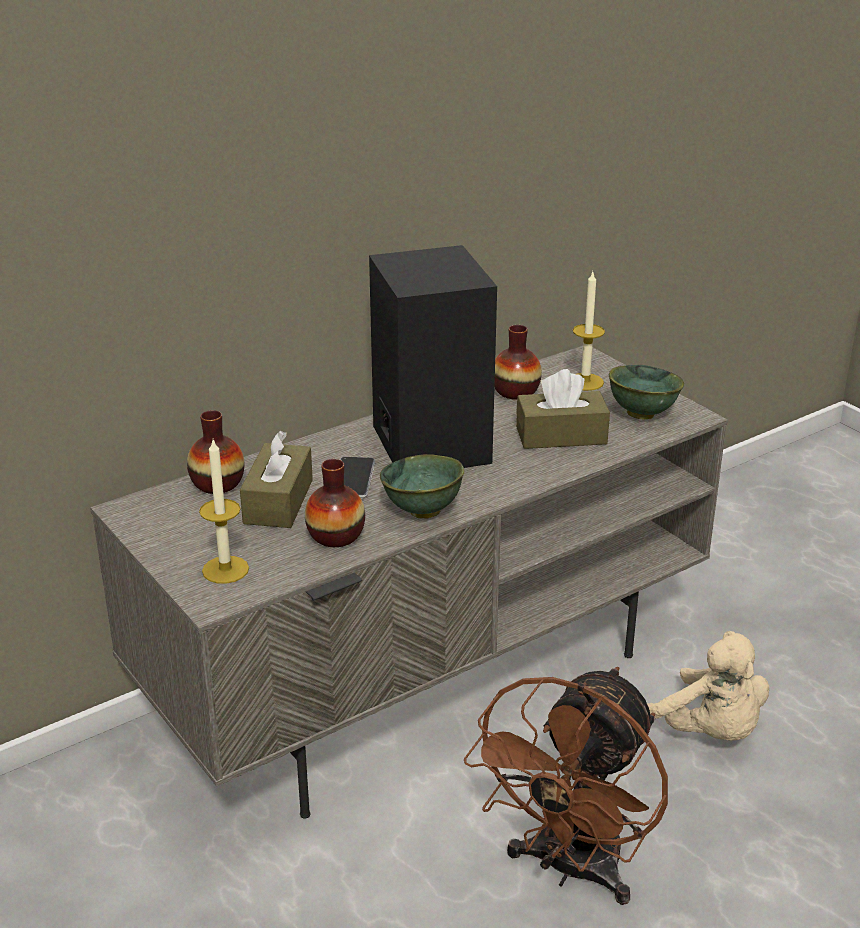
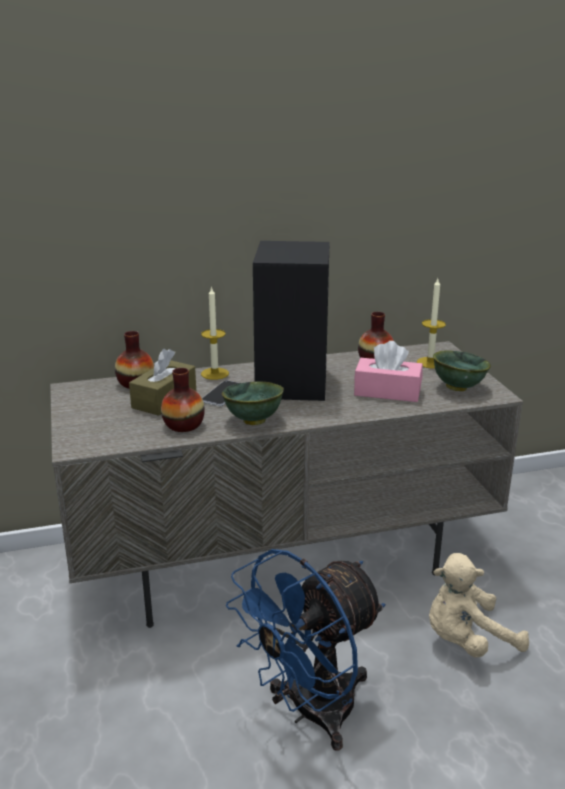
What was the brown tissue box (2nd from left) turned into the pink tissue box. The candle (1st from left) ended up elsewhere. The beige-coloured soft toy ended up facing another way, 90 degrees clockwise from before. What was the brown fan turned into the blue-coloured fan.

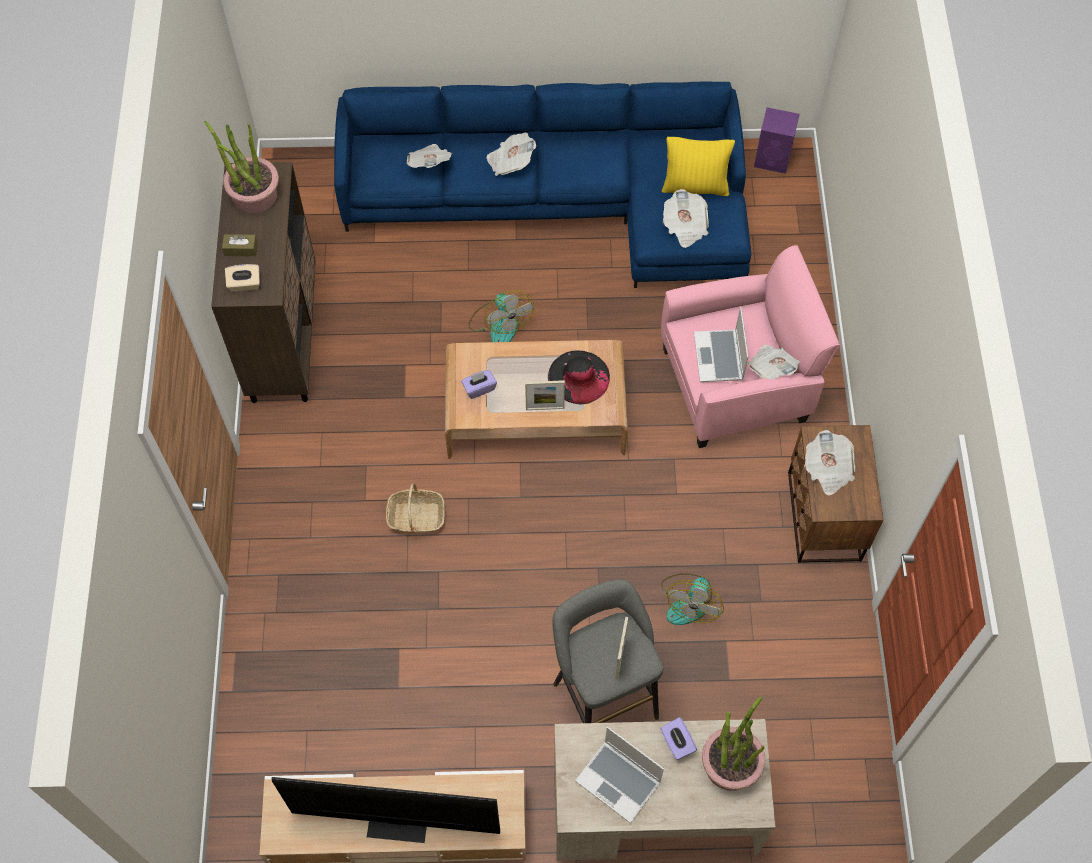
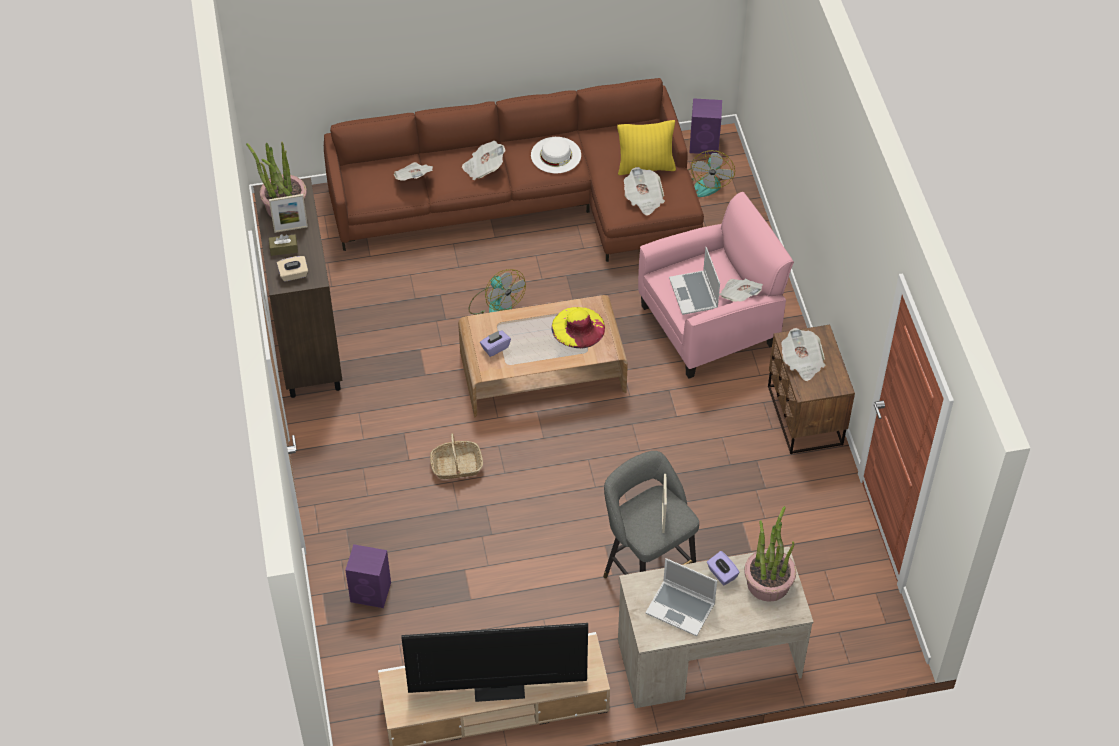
What was the blue-coloured sofa turned into the brown sofa. What was the blackish hat turned into the yellowish hat. The picture frame (1st from left) ended up elsewhere. The fan (2nd from left) ended up elsewhere. The second view gained the white hat. The second view gained the purple-coloured audio speaker (1st from left).

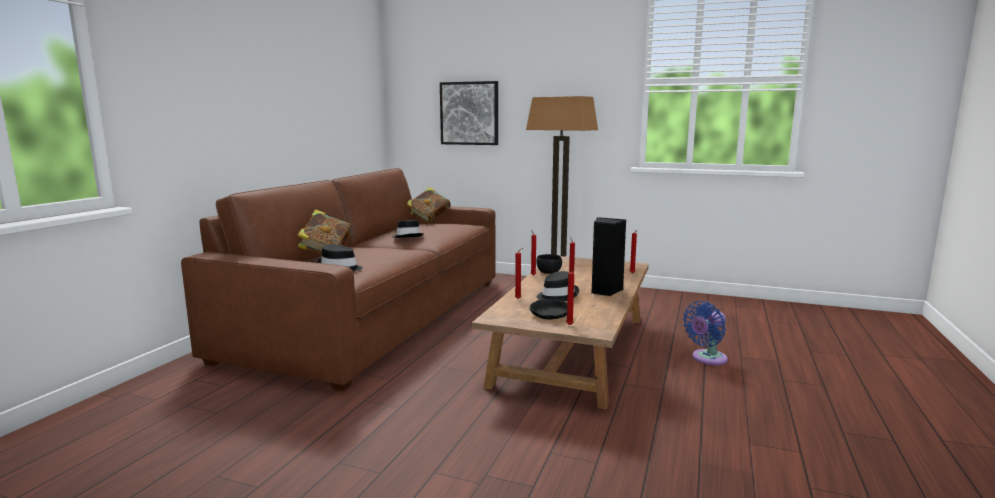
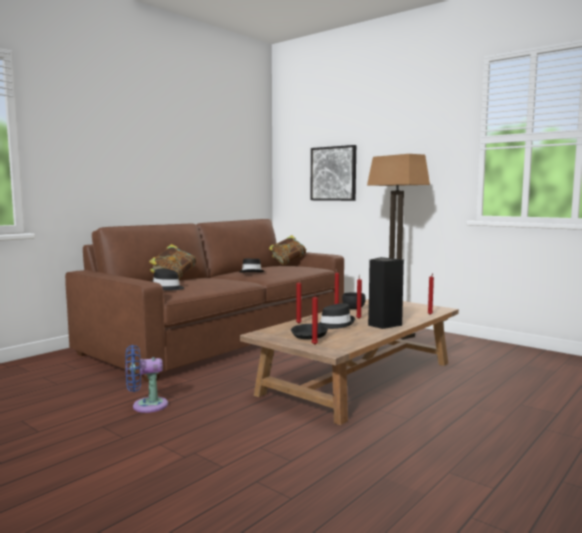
The blue-coloured fan ended up elsewhere.

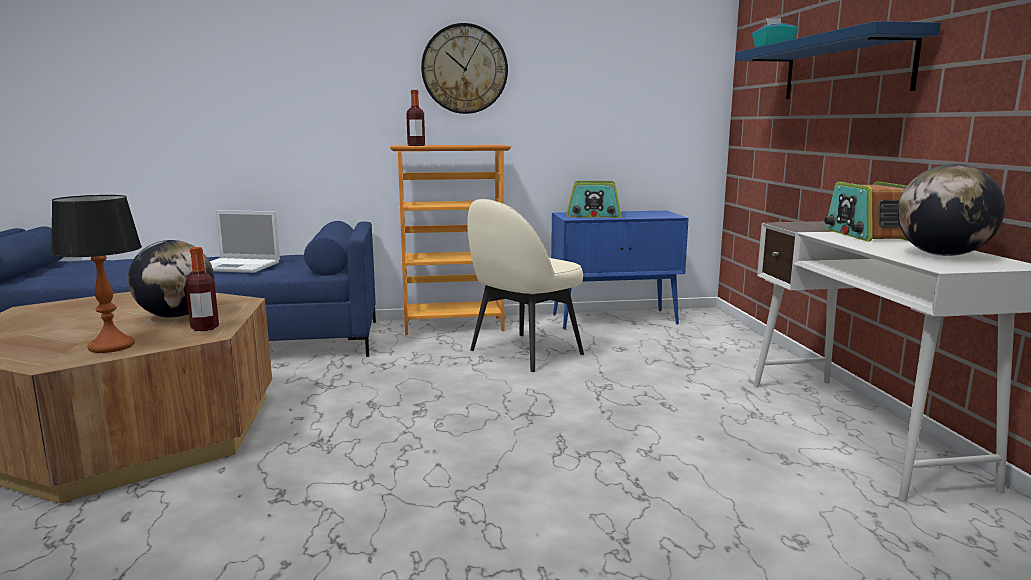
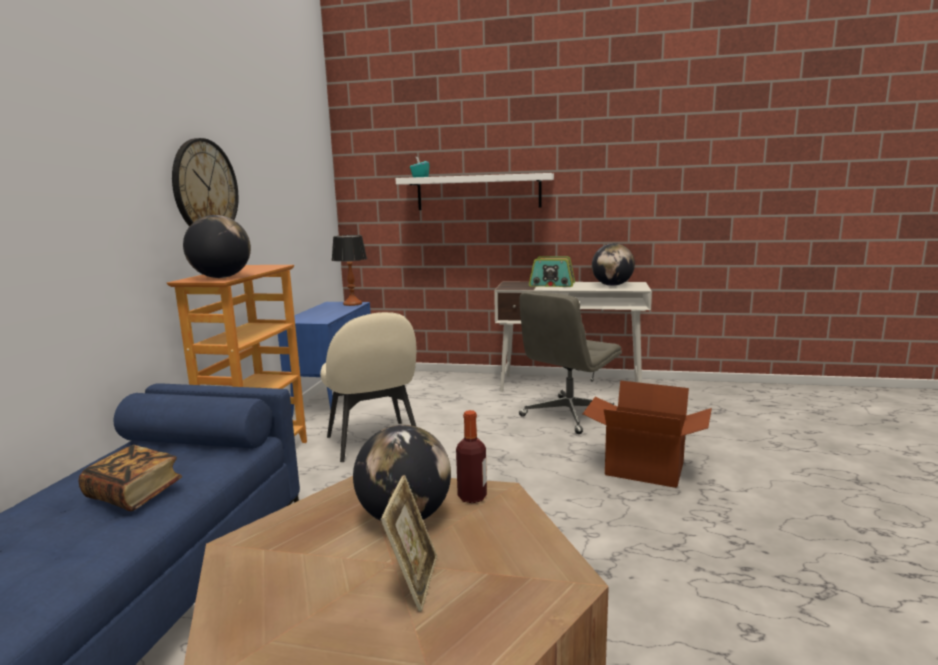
What was the blue-coloured wall shelf turned into the white wall shelf. Where the drink bottle (2nd from left) stood, the globe (1st from left) came to stand. The second view lost the radio receiver (1st from left). The lamp for a table ended up elsewhere. Where the notebook computer stood, the volume came to stand. The second view gained the grey computer chair. The second view gained the packing box. The second view gained the picture frame.

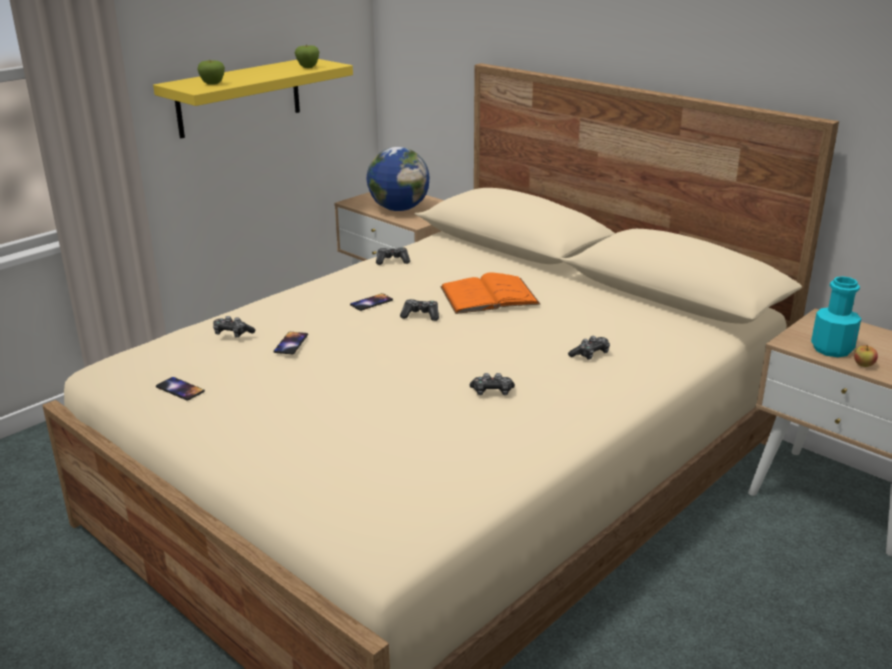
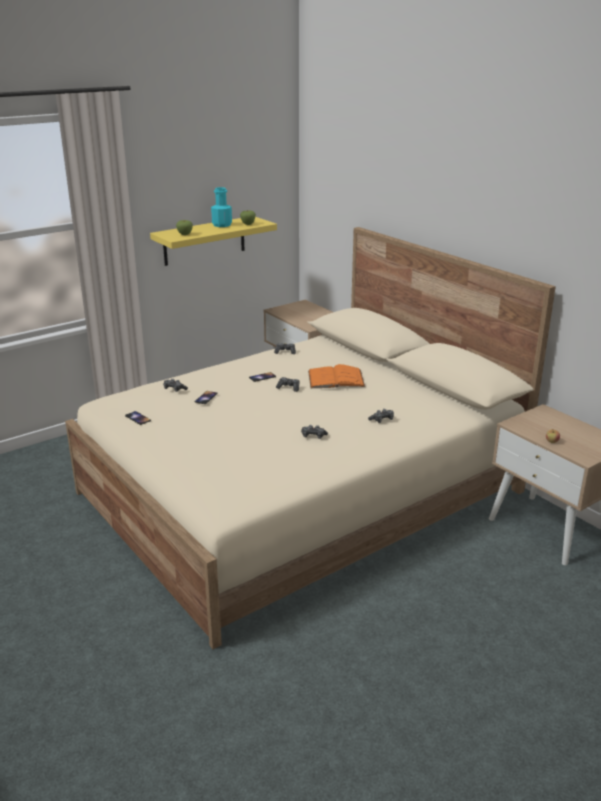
The second view lost the globe. The blue-green drink bottle ended up elsewhere.

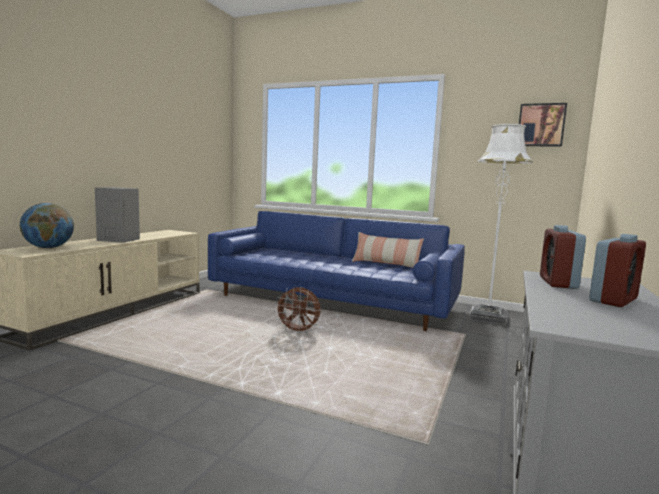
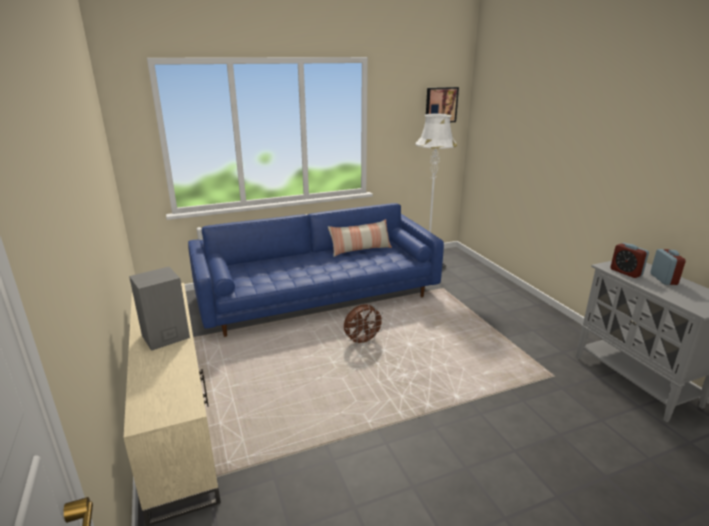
The second view lost the globe.

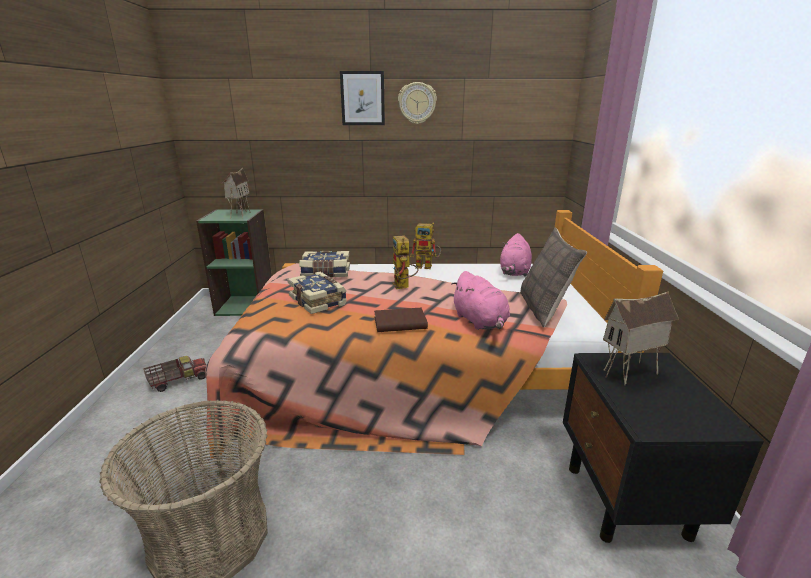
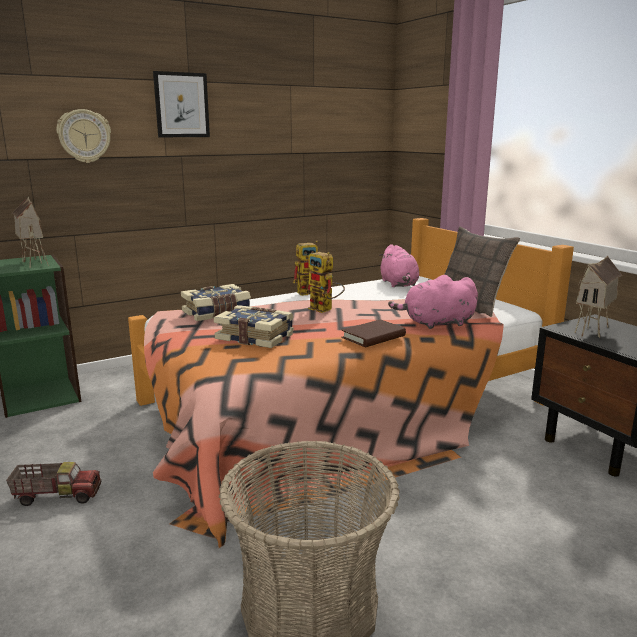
The hanging clock ended up elsewhere. The pink soft toy (1st from left in the first image) ended up facing another way, 135 degrees clockwise from before. The model truck ended up facing another way, 60 degrees clockwise from before.

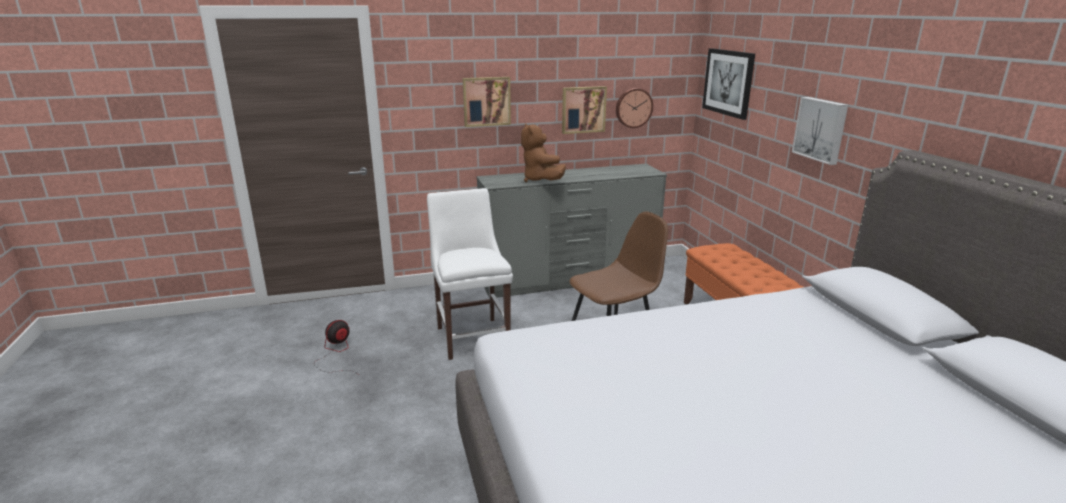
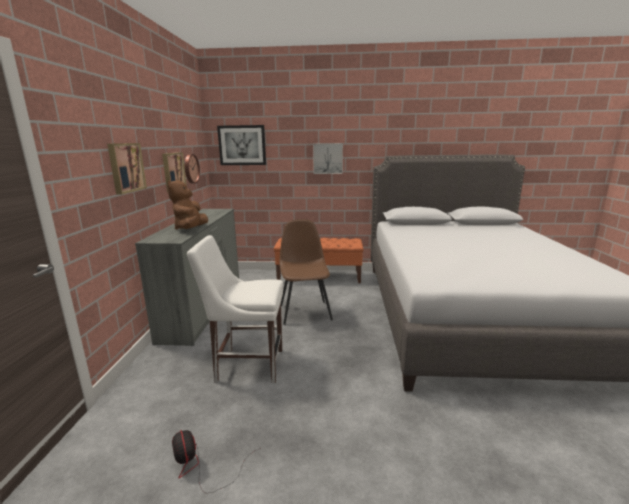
The brown soft toy ended up facing another way, 90 degrees clockwise from before.

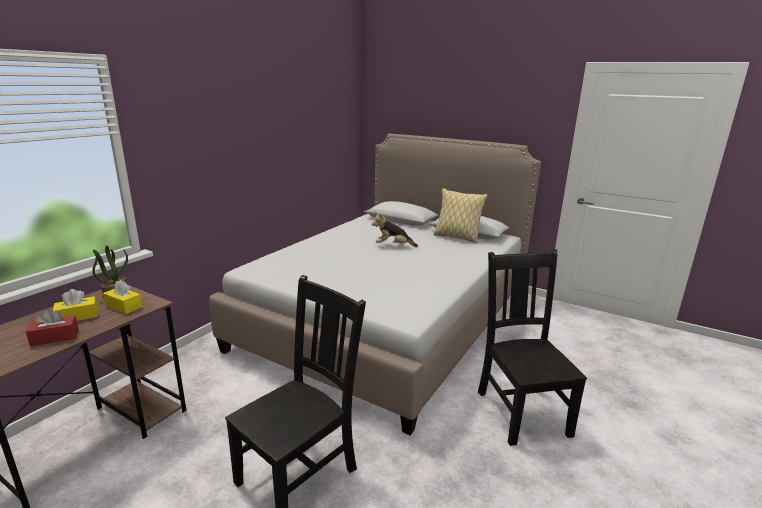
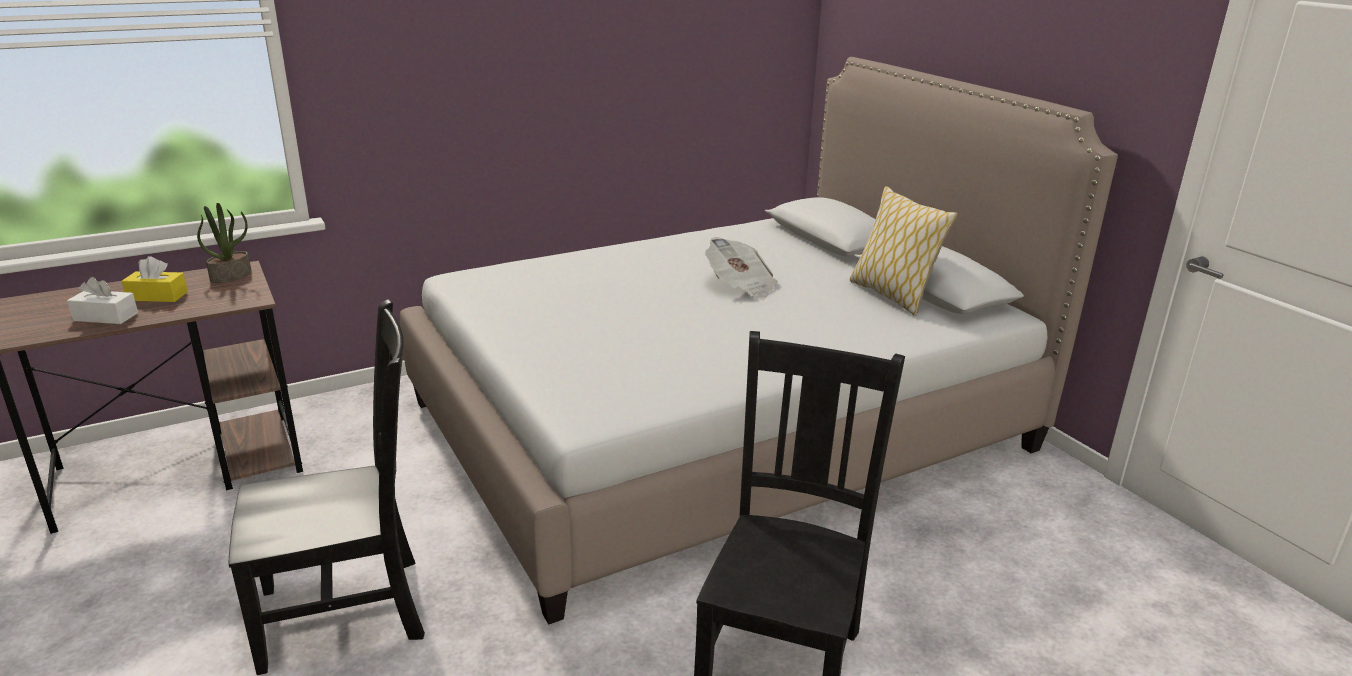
Where the soft toy stood, the daily paper came to stand. The second view lost the yellowish tissue box (2nd from left). What was the reddish tissue box turned into the white tissue box.

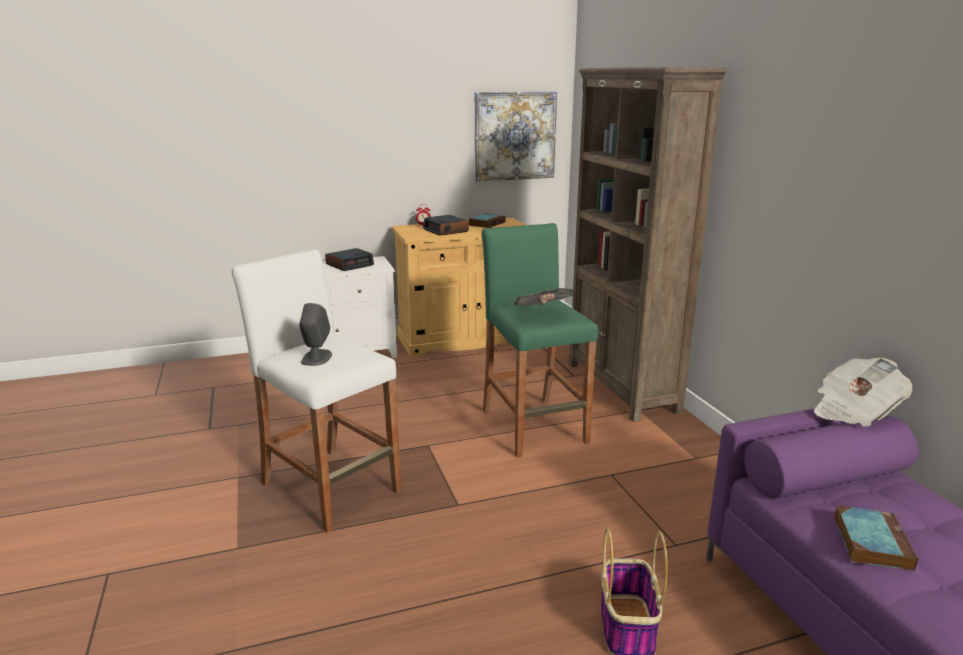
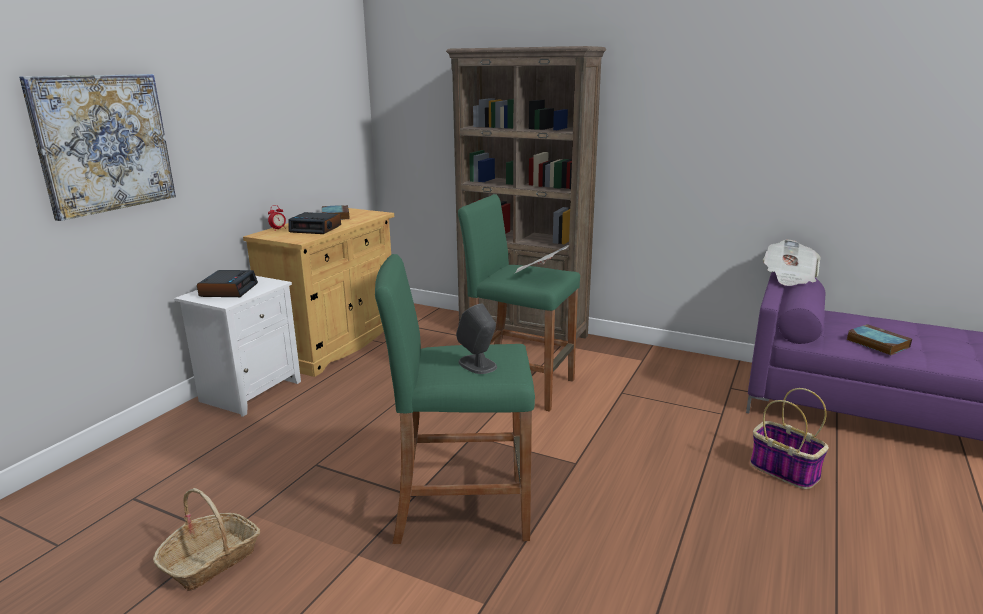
The wall picture ended up elsewhere. What was the white stool turned into the greenish stool (1st from left). The second view gained the household basket (1st from left).

